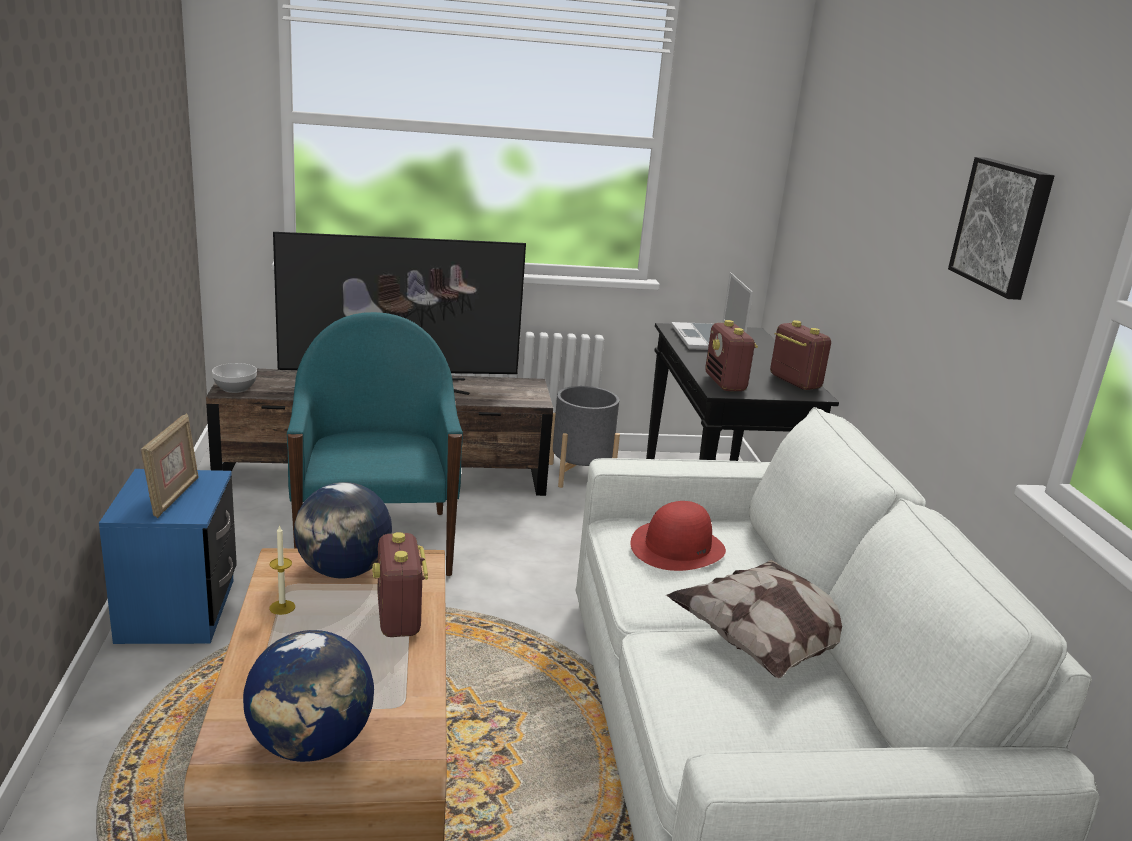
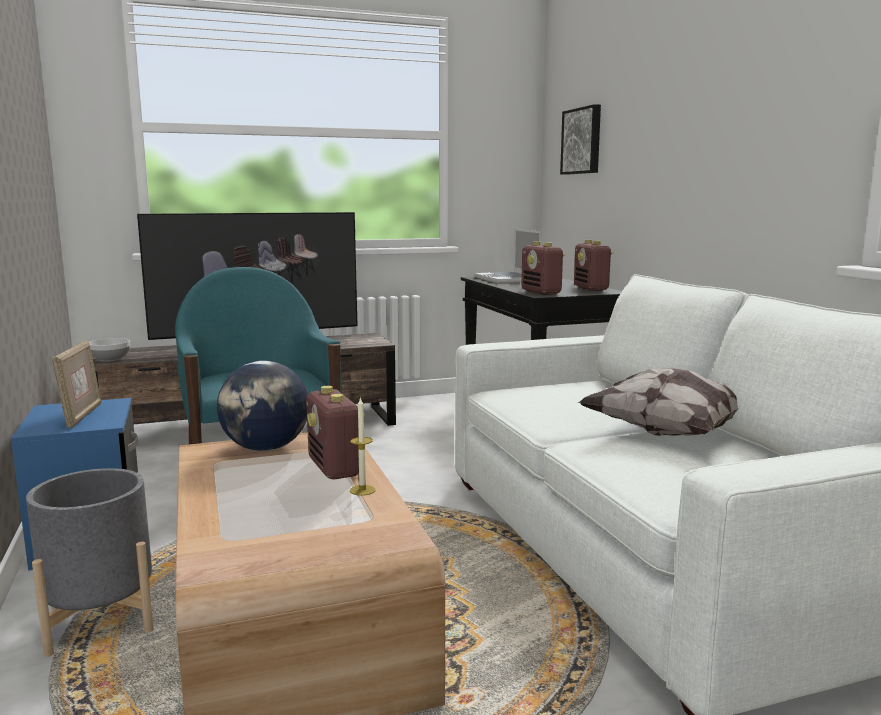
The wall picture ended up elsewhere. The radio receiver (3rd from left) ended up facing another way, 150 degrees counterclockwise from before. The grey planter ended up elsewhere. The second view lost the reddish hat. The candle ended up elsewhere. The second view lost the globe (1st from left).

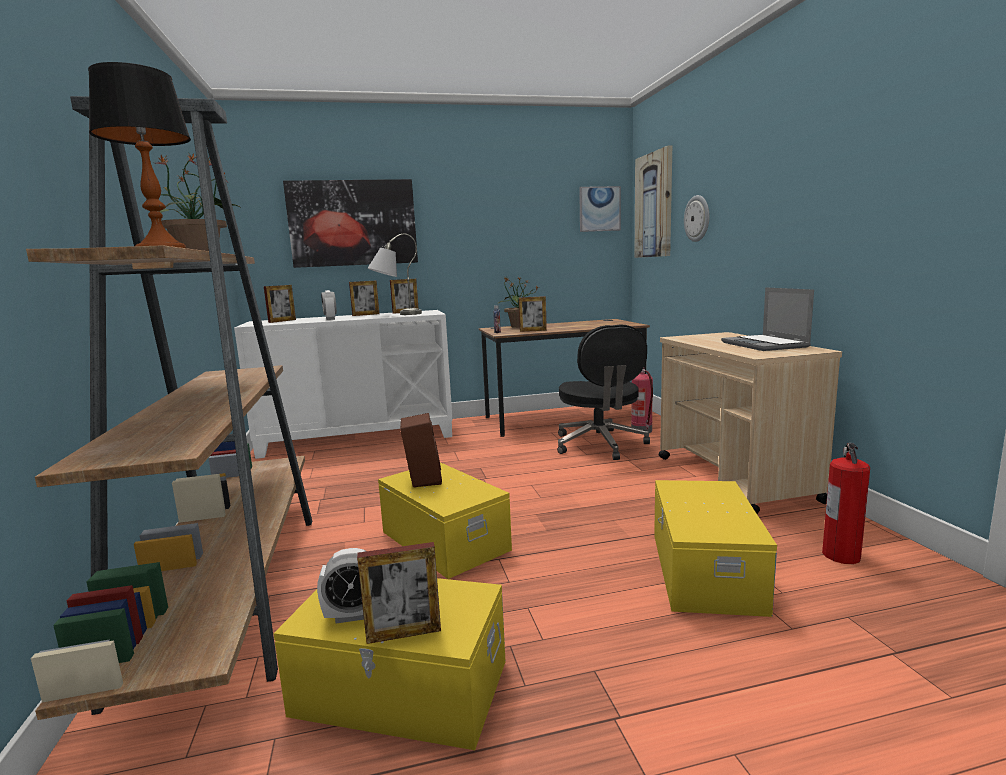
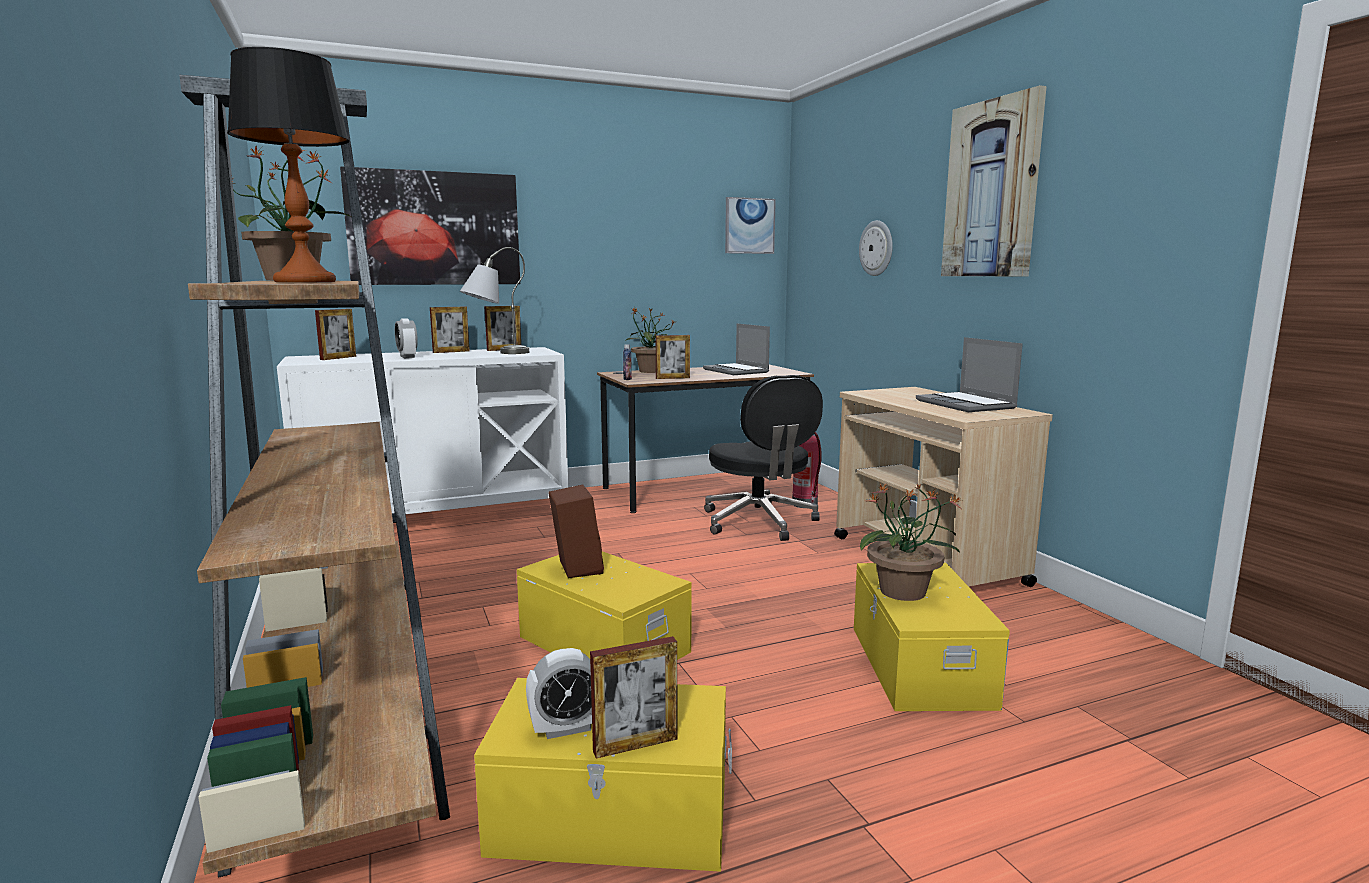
The wall picture (3rd from left) ended up elsewhere. The second view lost the extinguisher (2nd from left). The second view gained the notebook computer (1st from left). The second view gained the houseplant (3rd from left).

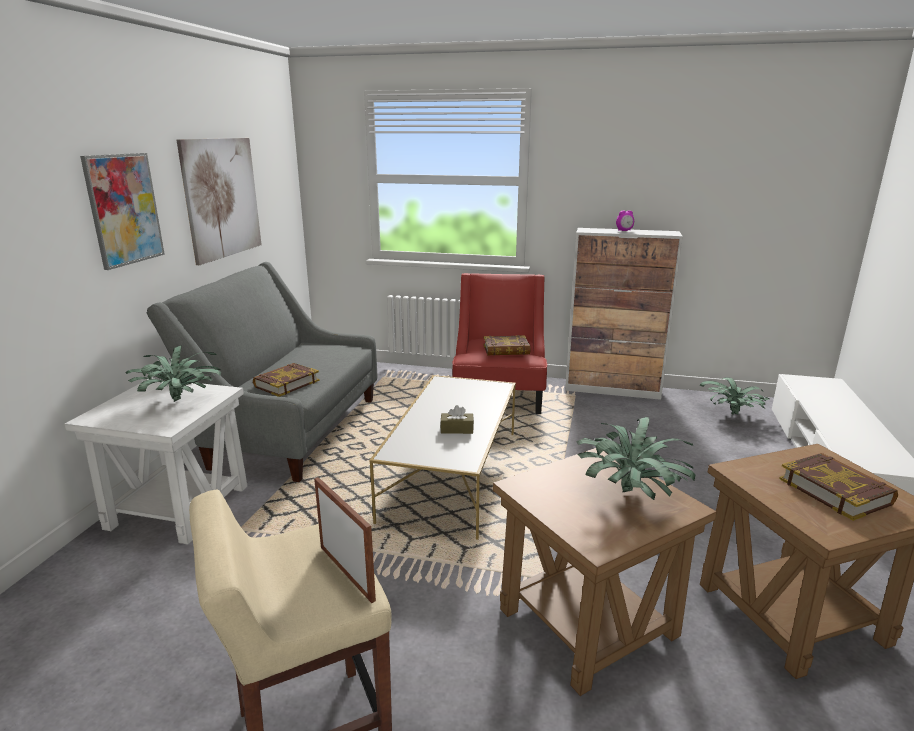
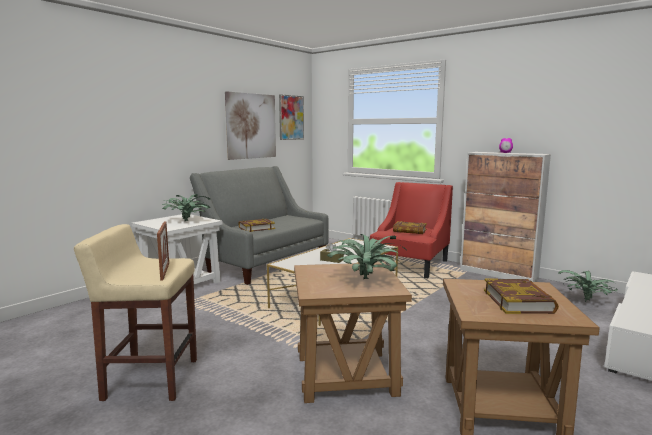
The wall picture (1st from left in the first image) ended up elsewhere.

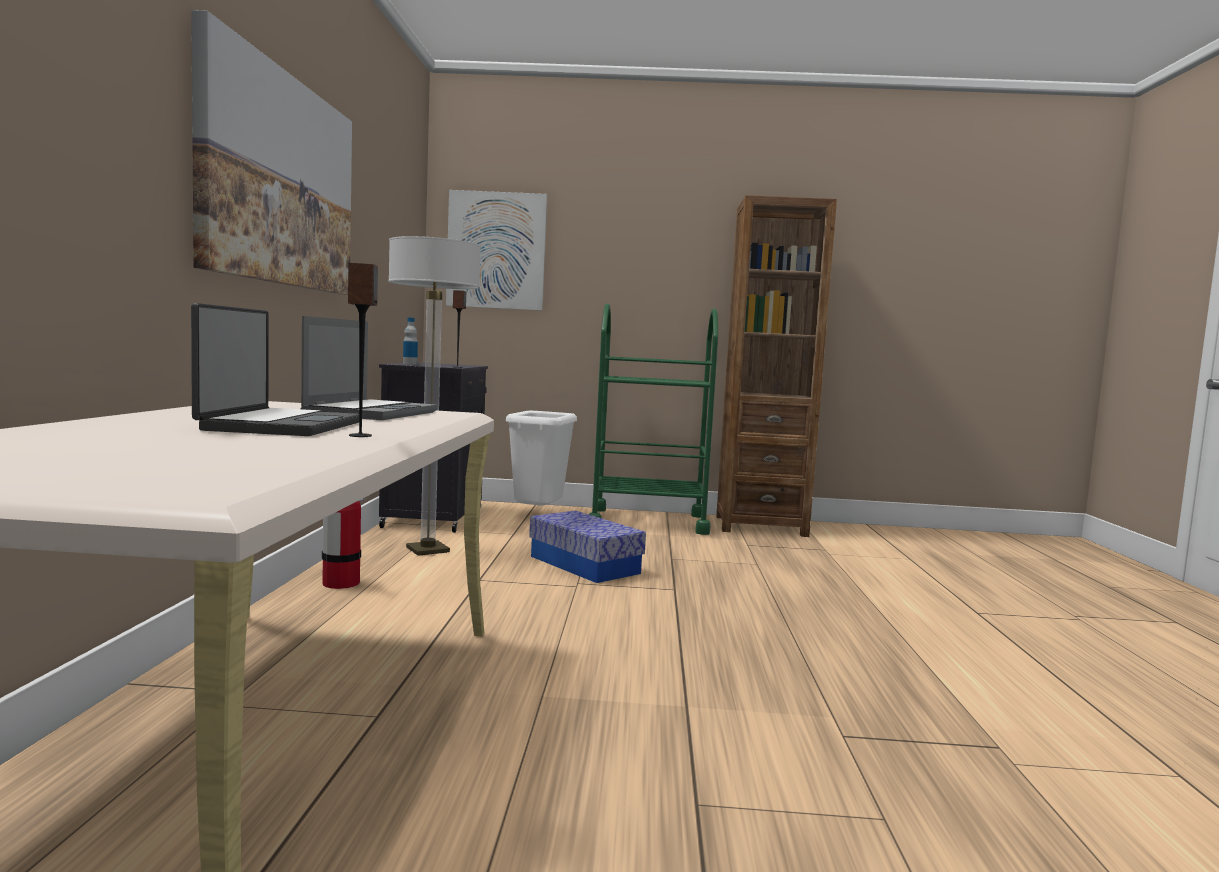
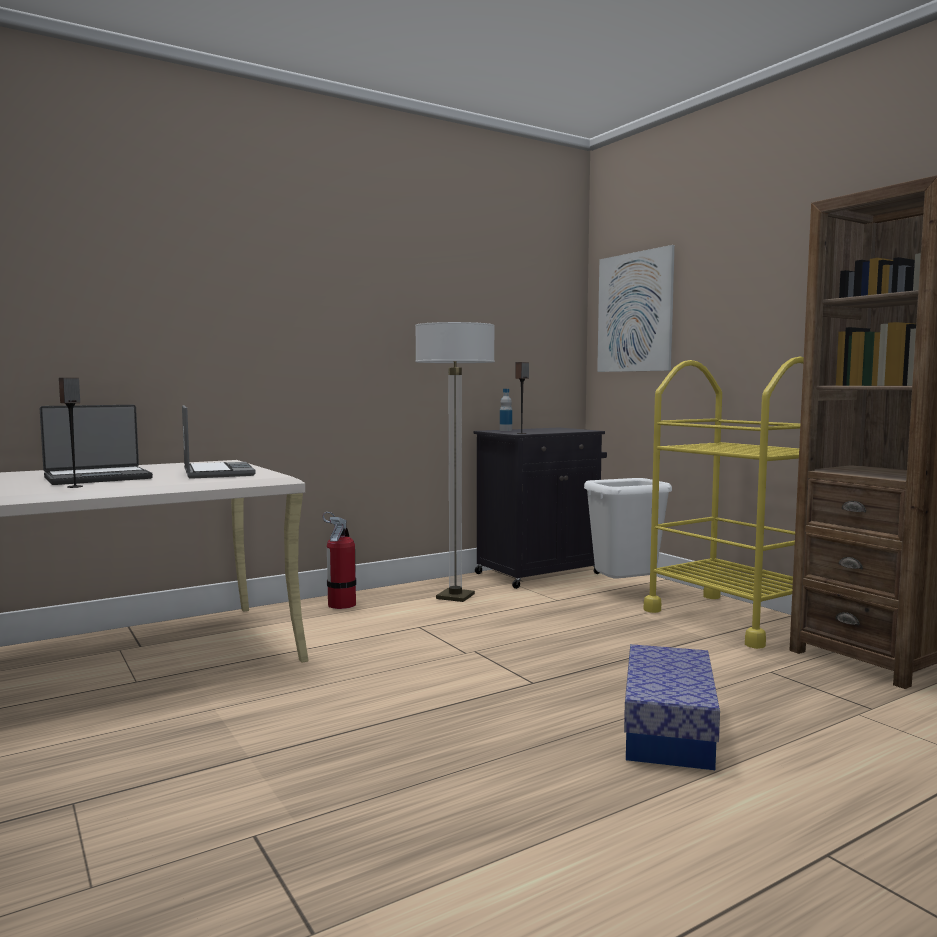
The second view lost the wall picture (1st from left). What was the greenish cart turned into the yellowish cart. The notebook computer (2nd from left) ended up facing another way, 90 degrees counterclockwise from before. The storage box ended up elsewhere.

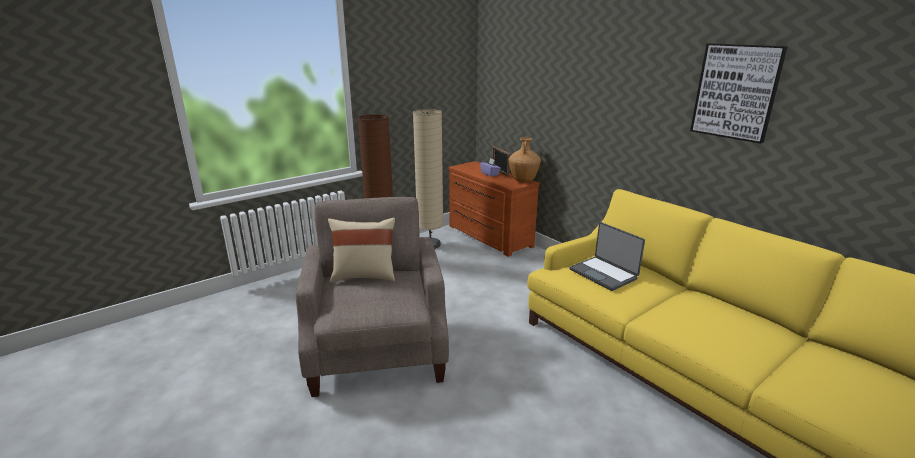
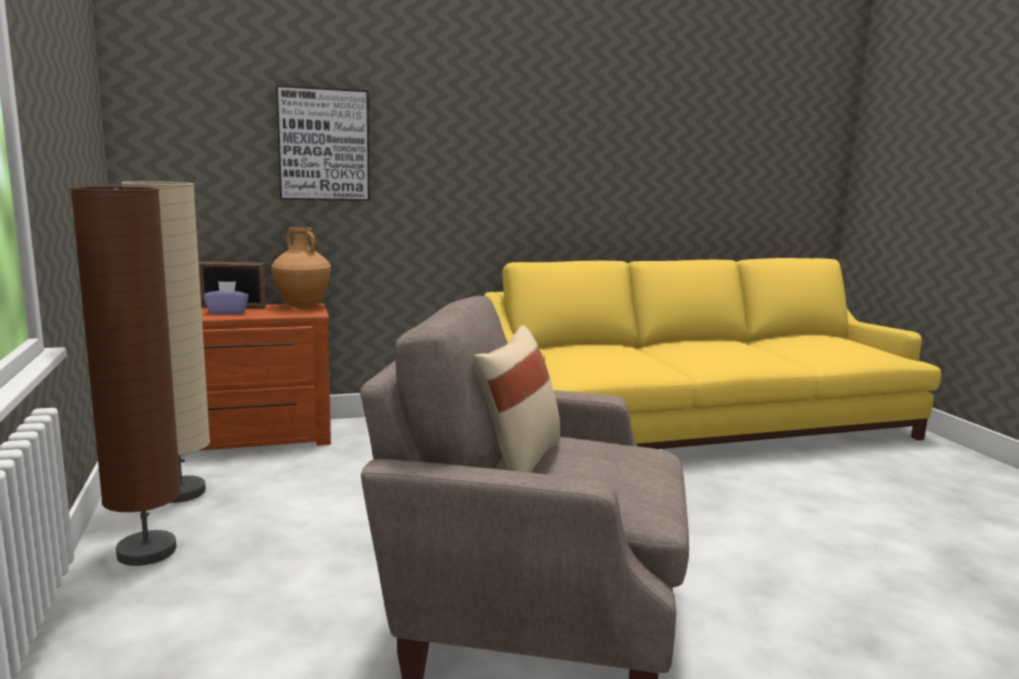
The wall picture ended up elsewhere. The second view lost the notebook computer.

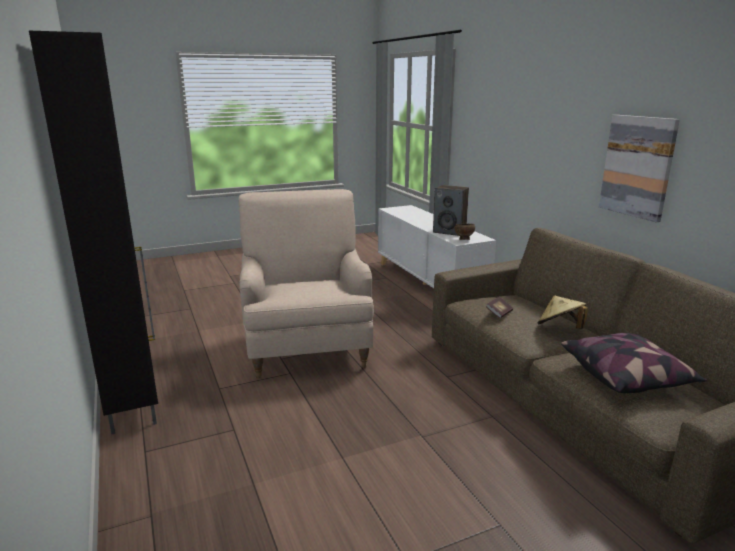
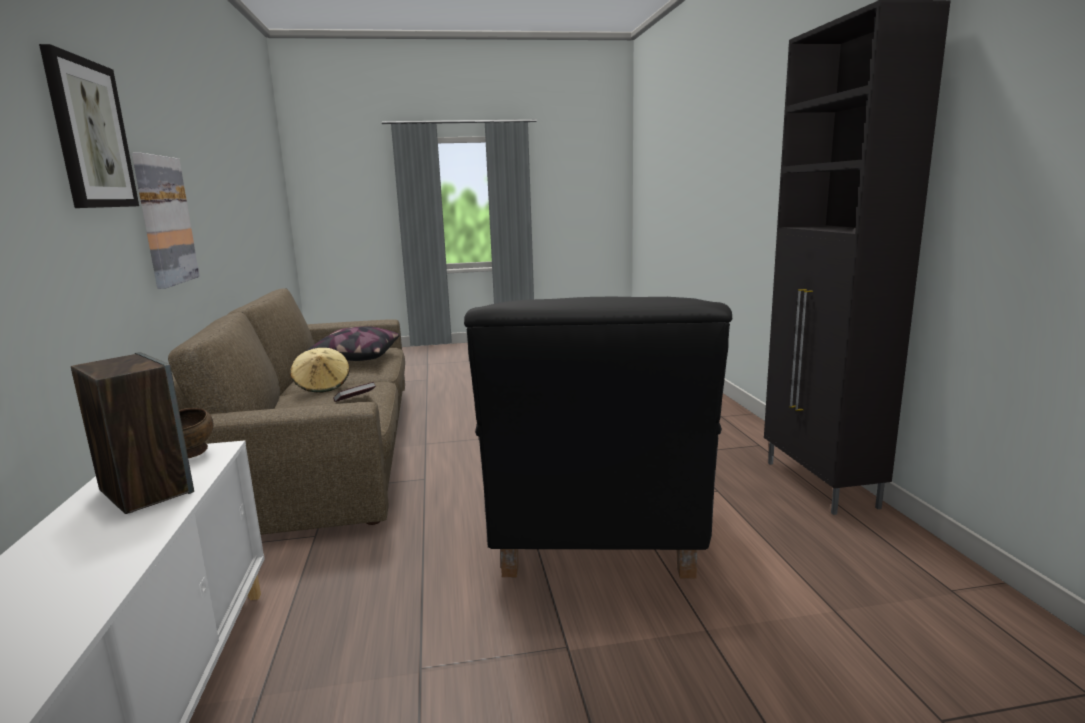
What was the beige-coloured lounge chair turned into the blackish lounge chair. The second view gained the wall picture (1st from left).

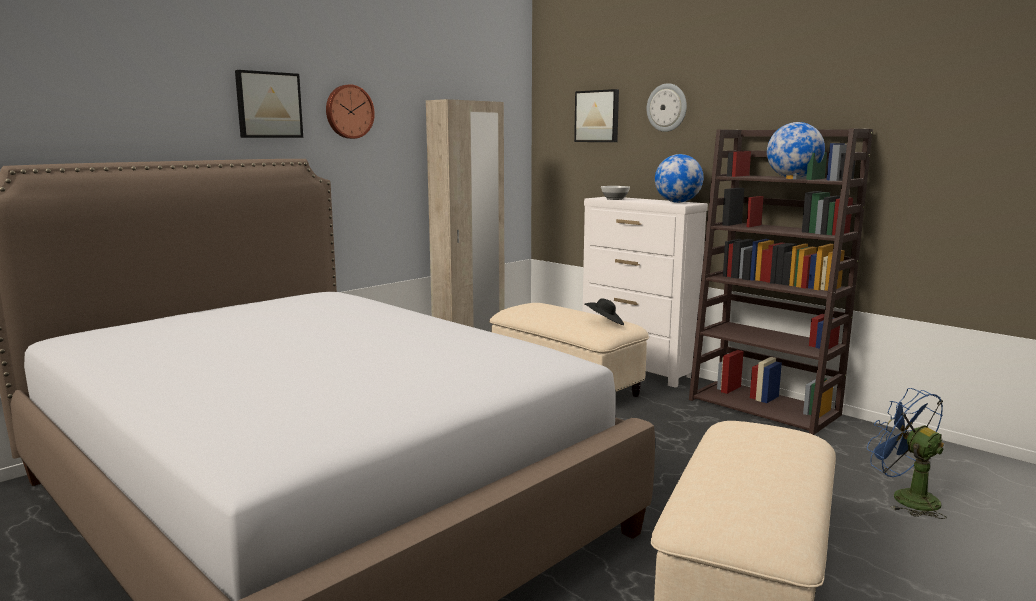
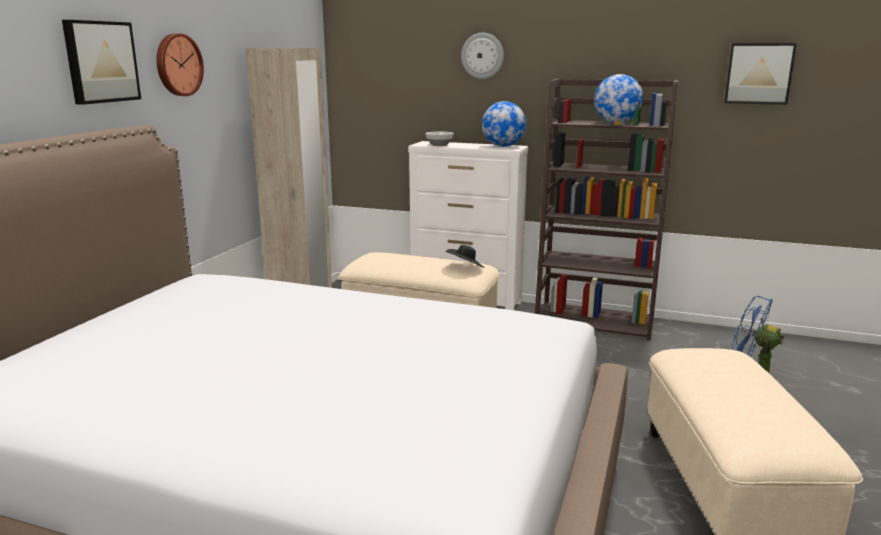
The wall picture (2nd from left) ended up elsewhere.

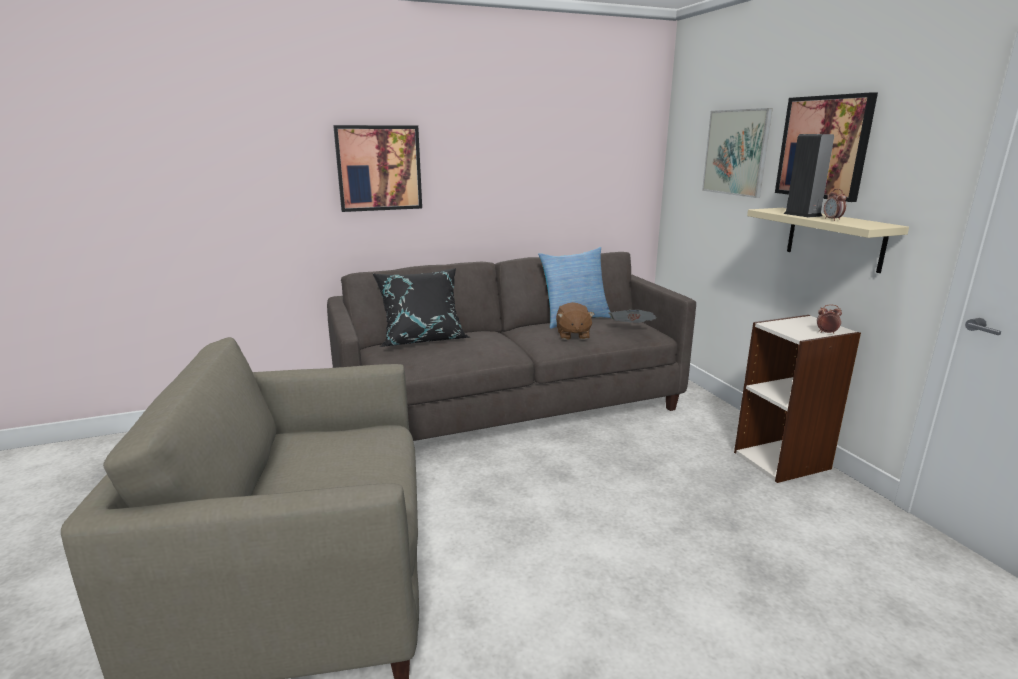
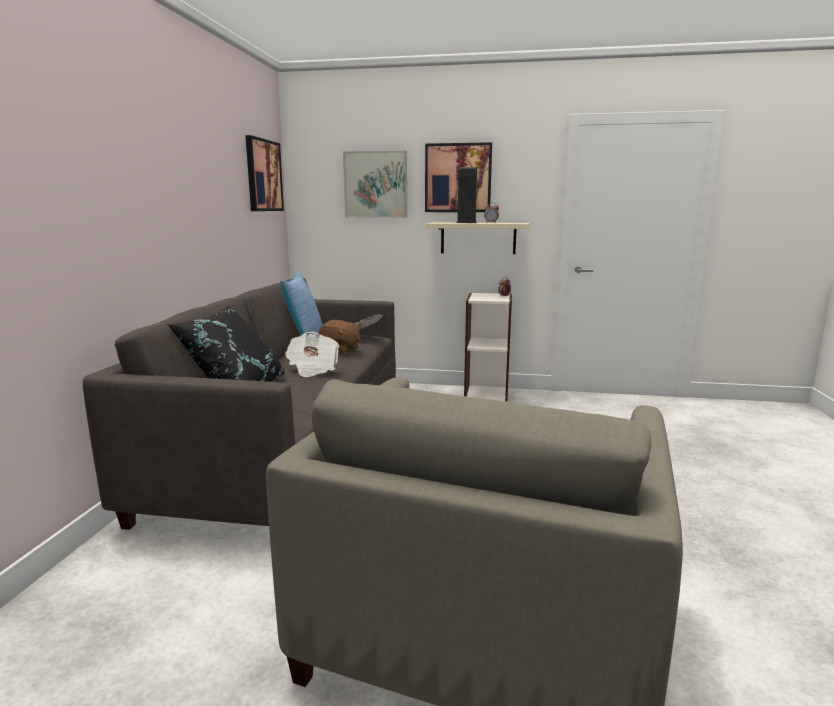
The wall picture (1st from left) ended up elsewhere. The second view gained the daily paper (1st from left).

